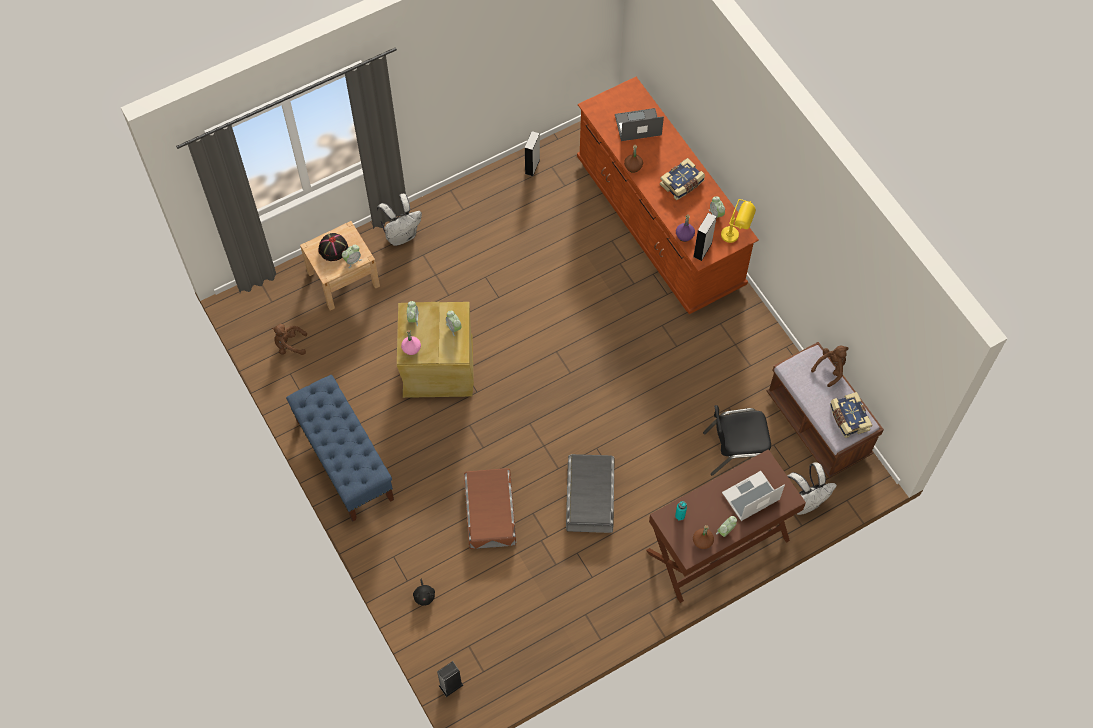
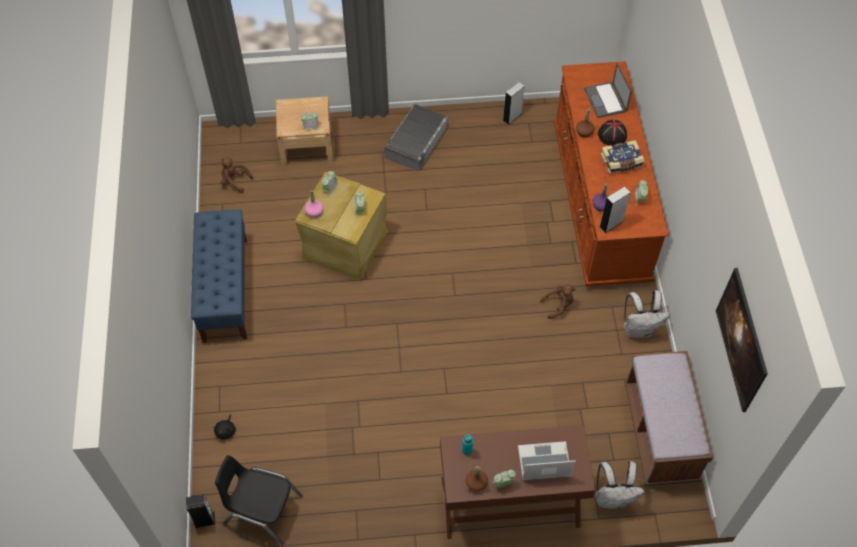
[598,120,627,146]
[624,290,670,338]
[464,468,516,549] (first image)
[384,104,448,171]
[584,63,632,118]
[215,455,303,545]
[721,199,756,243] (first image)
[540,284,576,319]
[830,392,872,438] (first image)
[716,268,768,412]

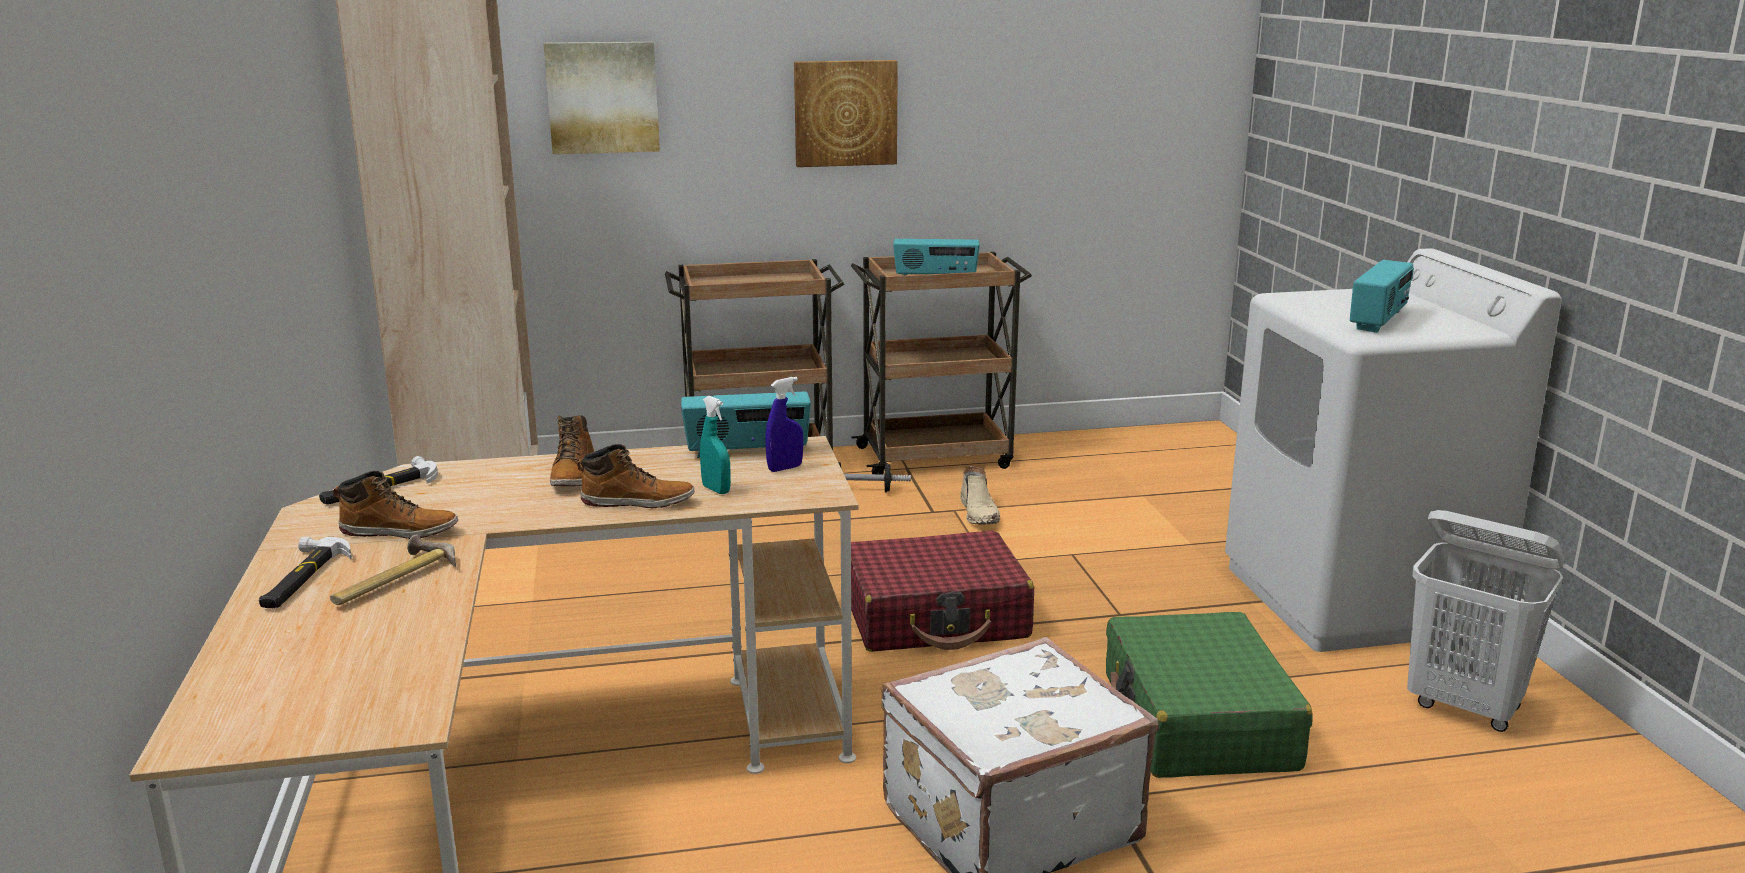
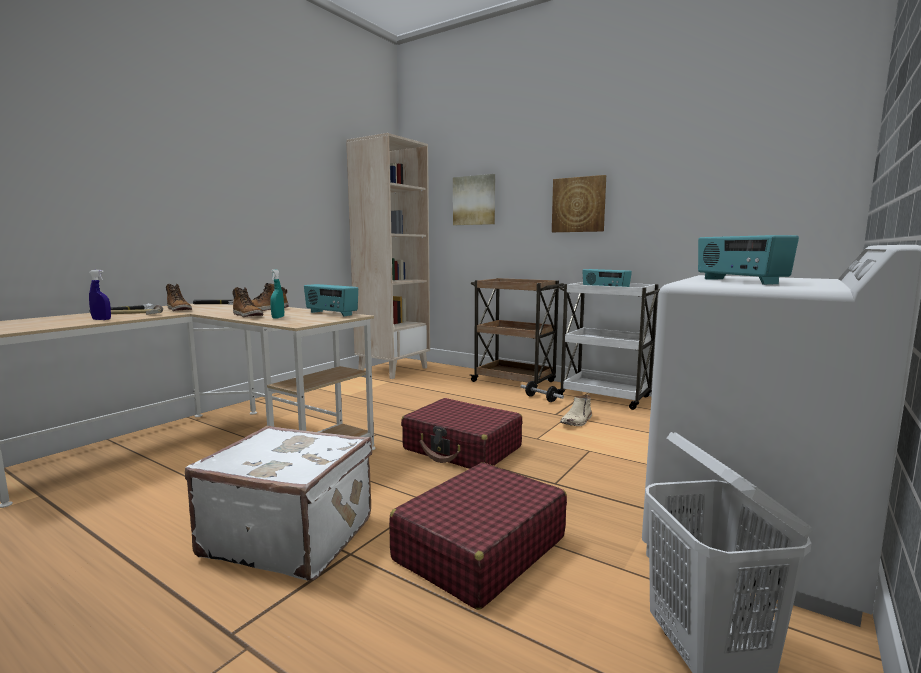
[89,270,111,320]
[557,281,660,410]
[389,462,567,610]
[698,235,799,285]

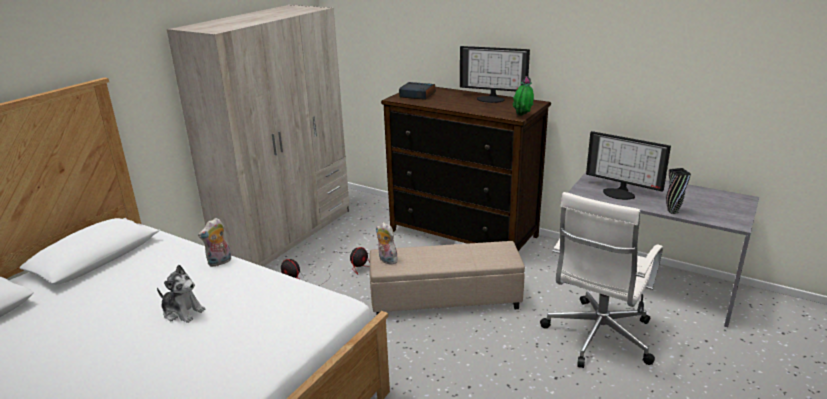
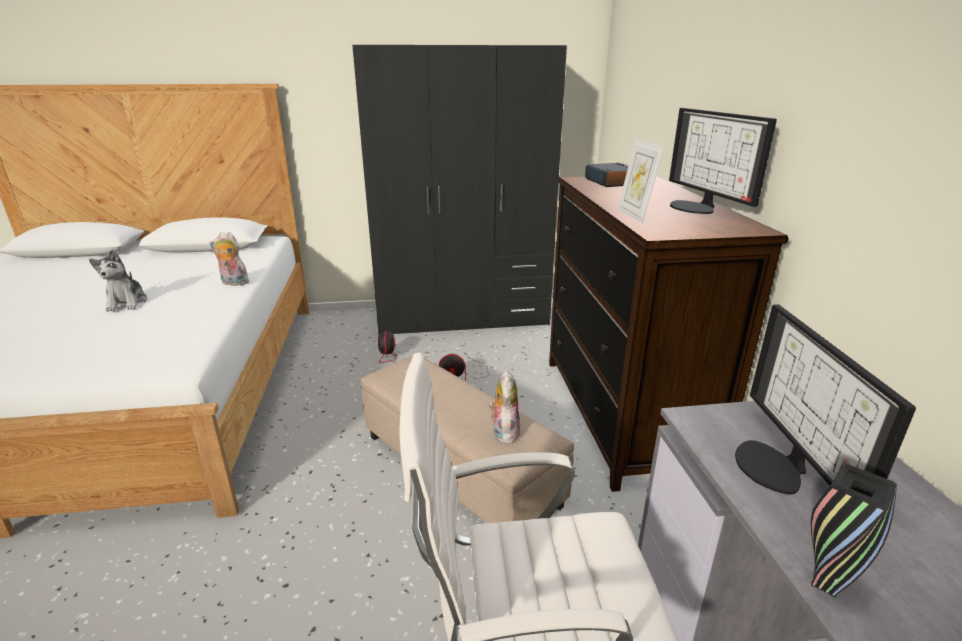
[352,45,567,334]
[489,371,520,444]
[513,76,534,116] (first image)
[617,139,665,224]

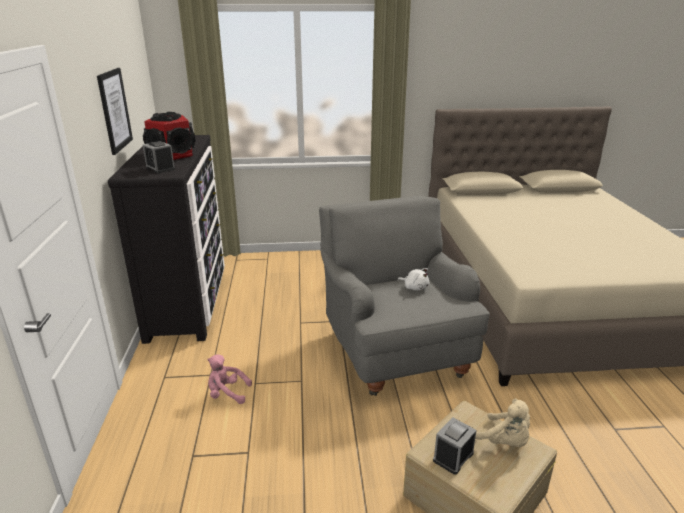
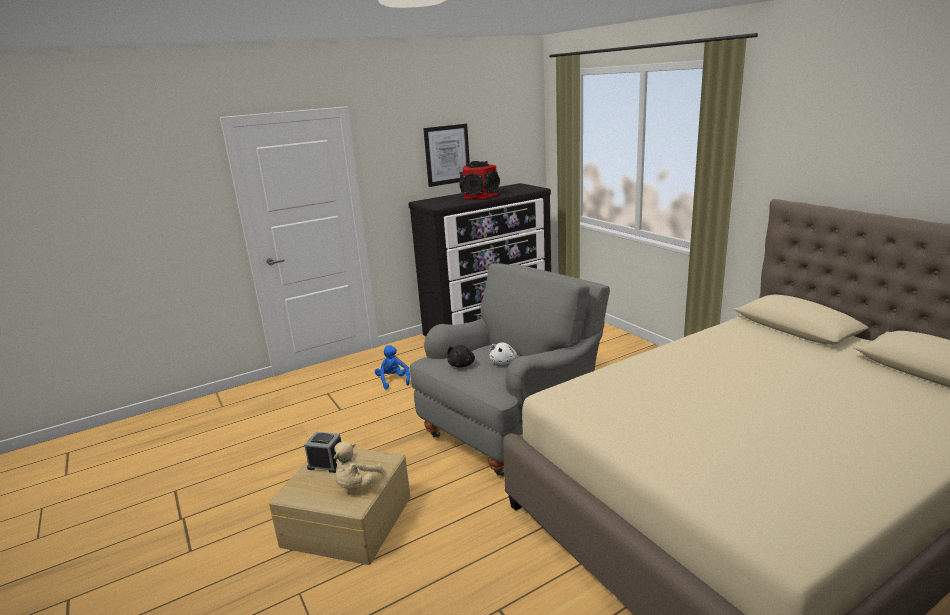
[143,141,175,173] (first image)
[375,345,410,389]
[447,345,475,368]

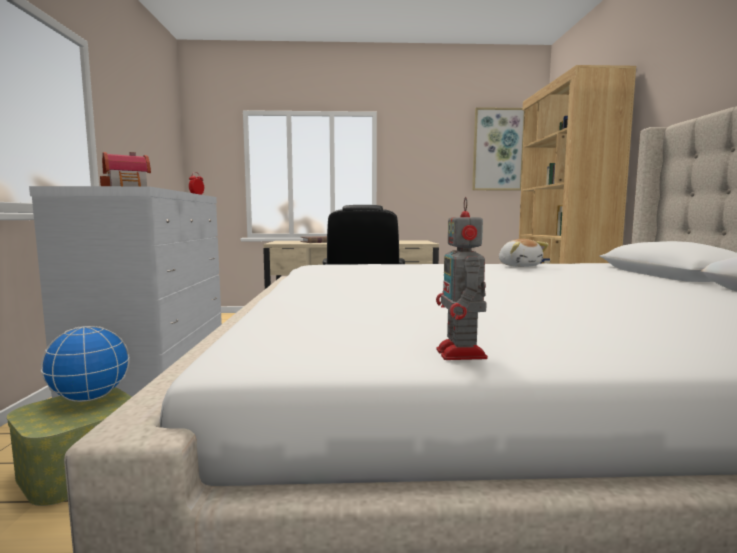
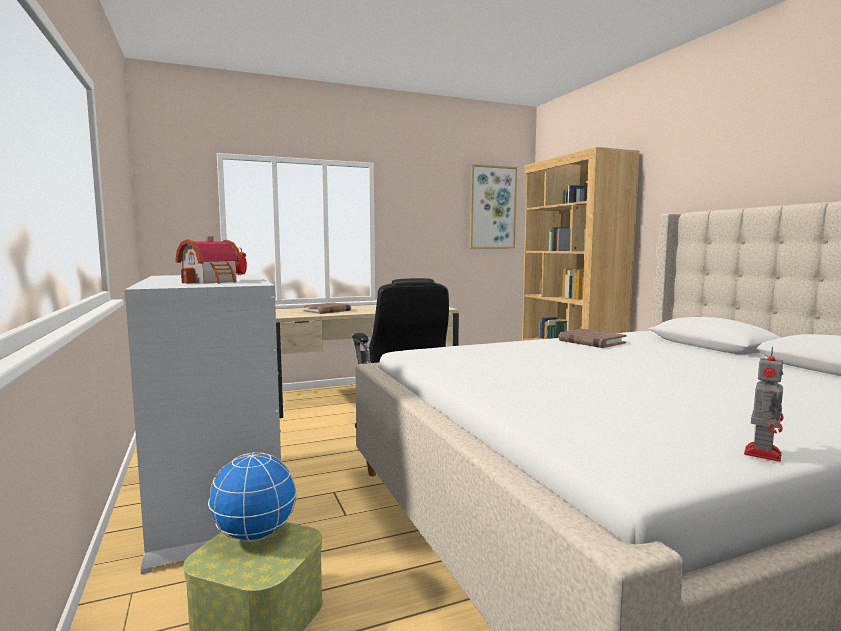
[744,346,784,462]
[559,329,627,348]

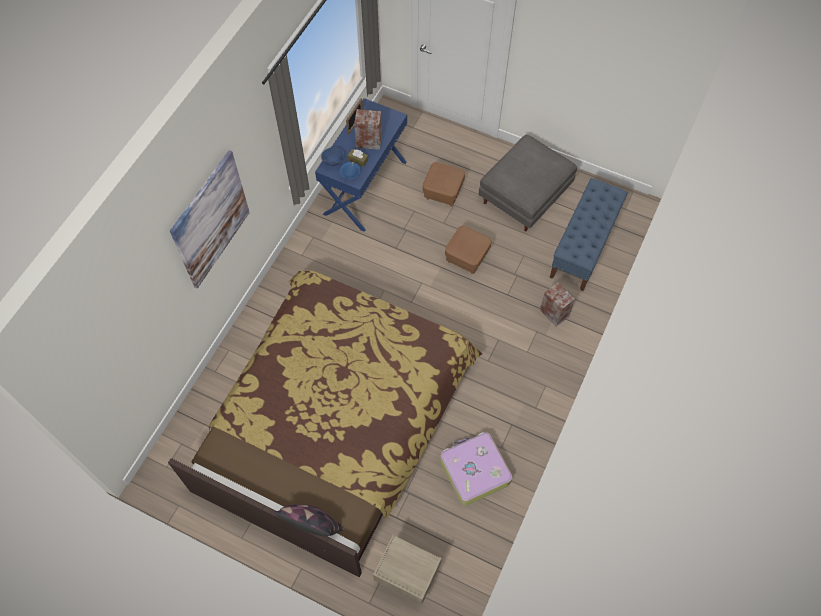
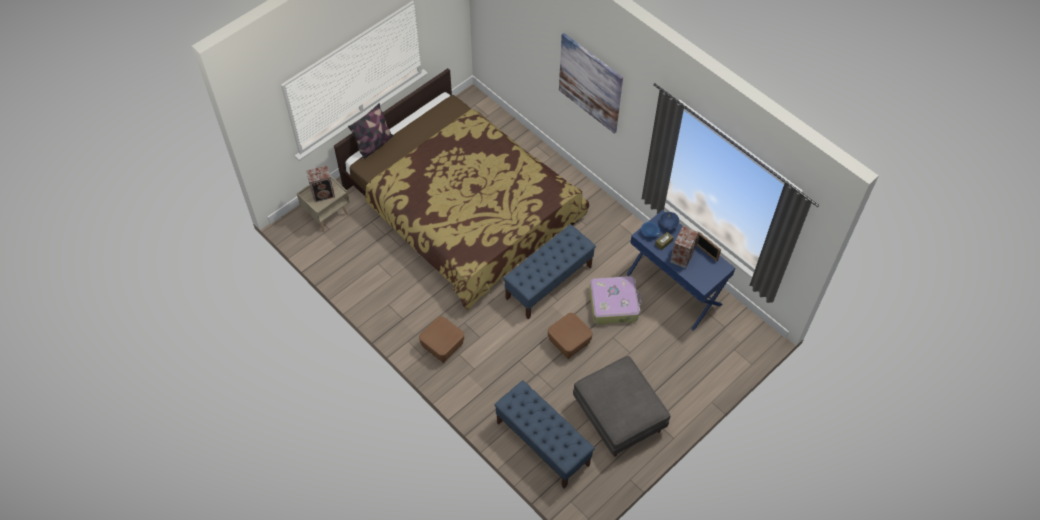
[419,316,464,363]
[589,276,641,324]
[306,165,335,202]
[503,224,596,319]

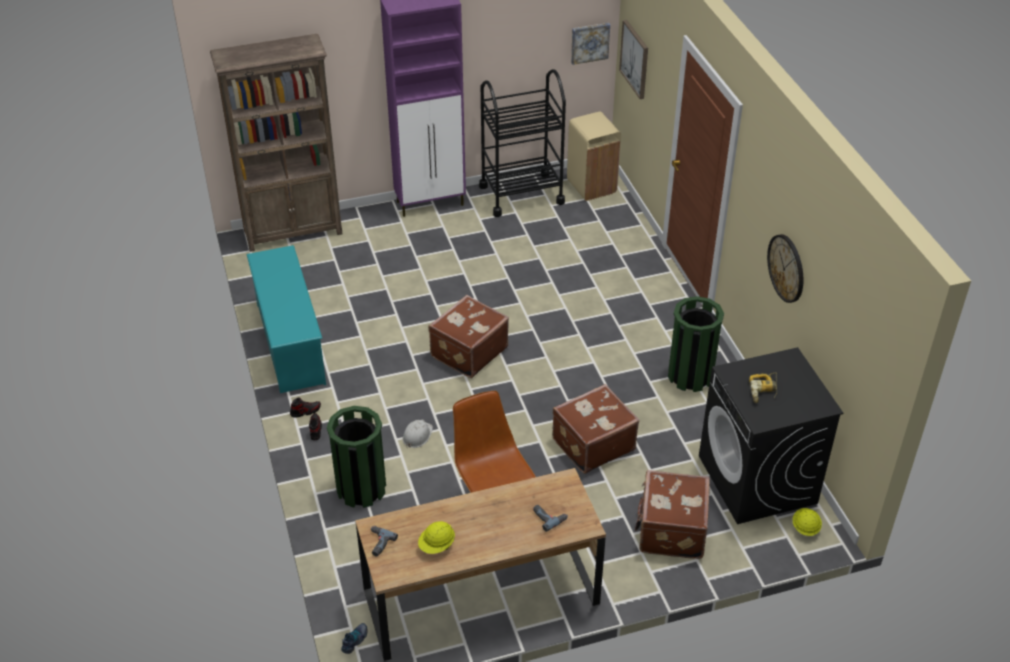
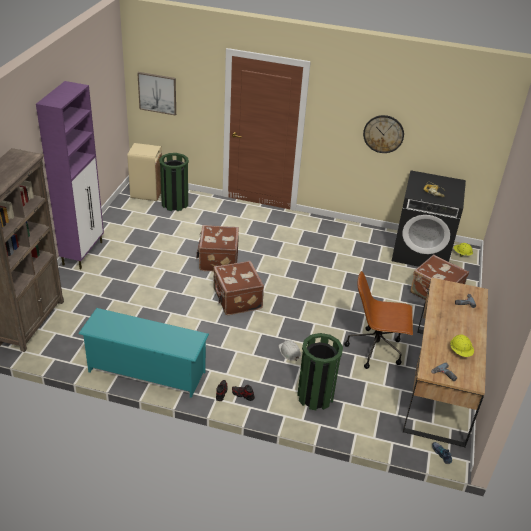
[479,69,566,217] (first image)
[196,225,239,271]
[571,23,610,65] (first image)
[159,153,189,211]

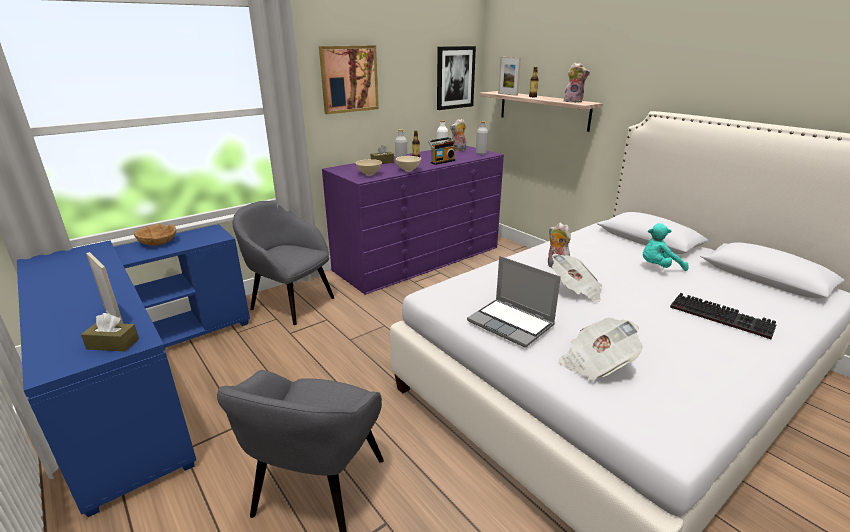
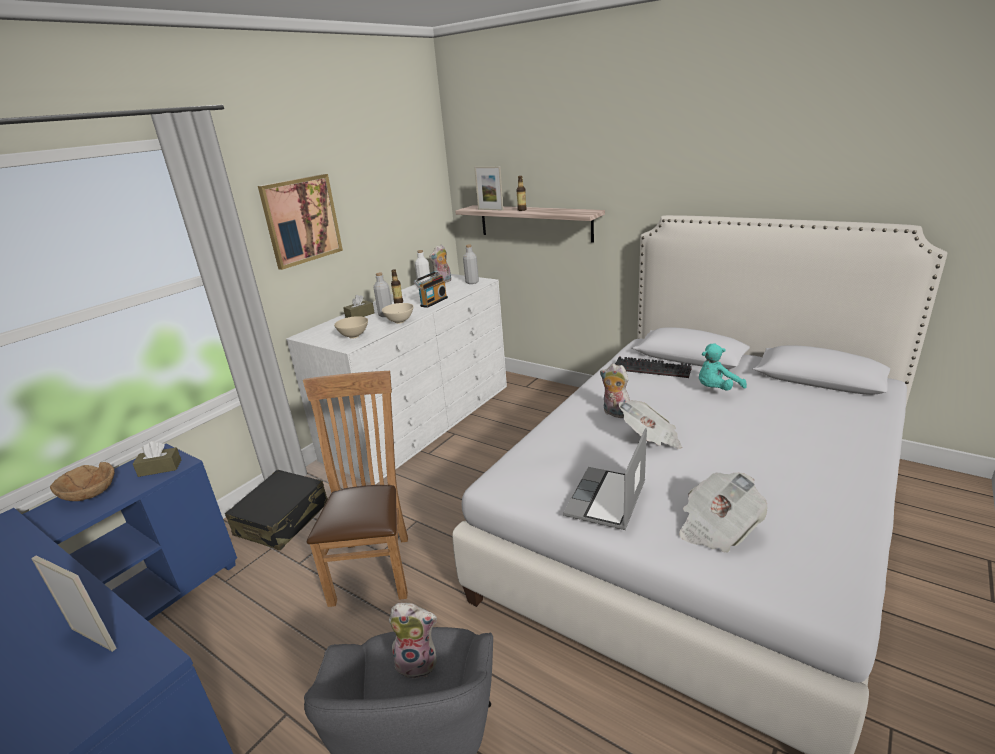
[133,441,181,477]
[225,470,328,550]
[286,274,507,485]
[437,46,476,110] (first image)
[563,428,647,530]
[389,603,437,679]
[615,356,692,378]
[303,371,408,607]

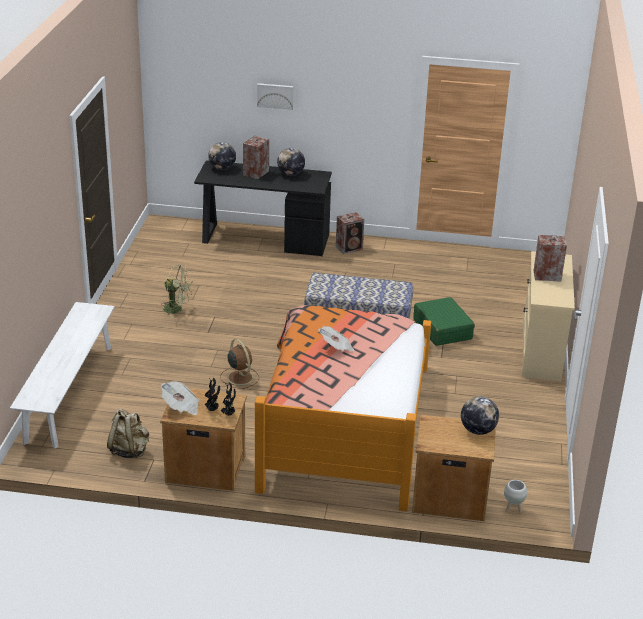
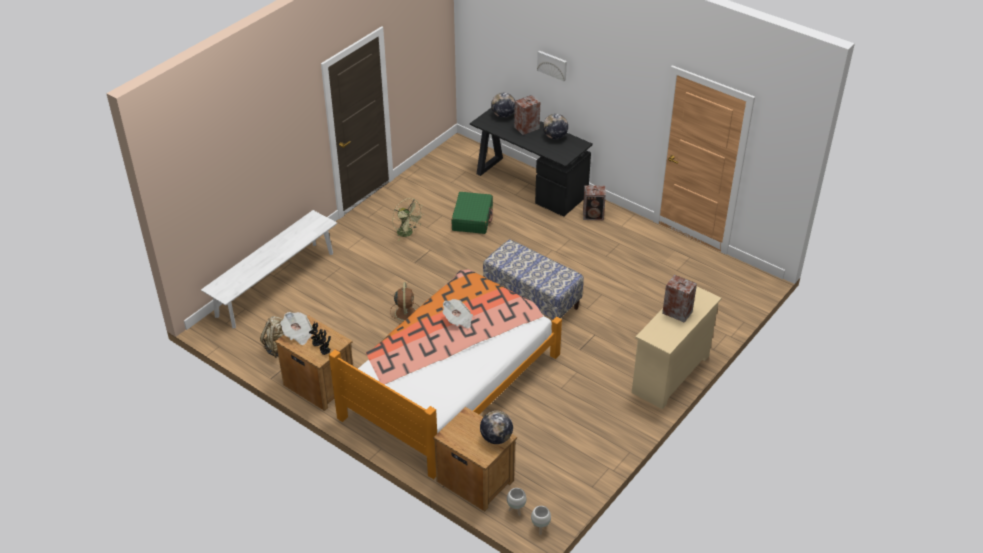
[451,192,493,234]
[531,506,551,535]

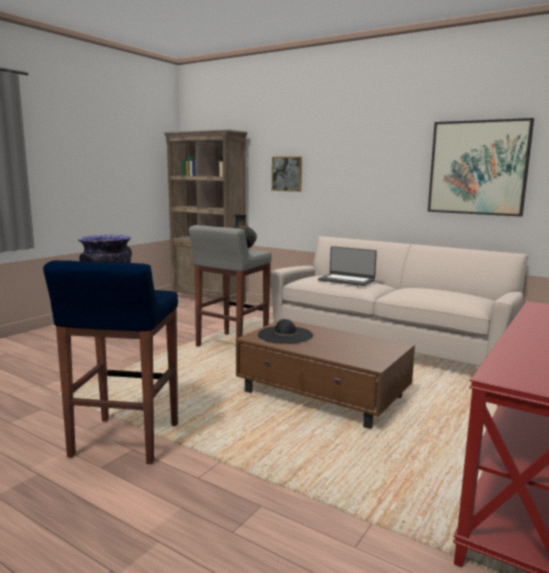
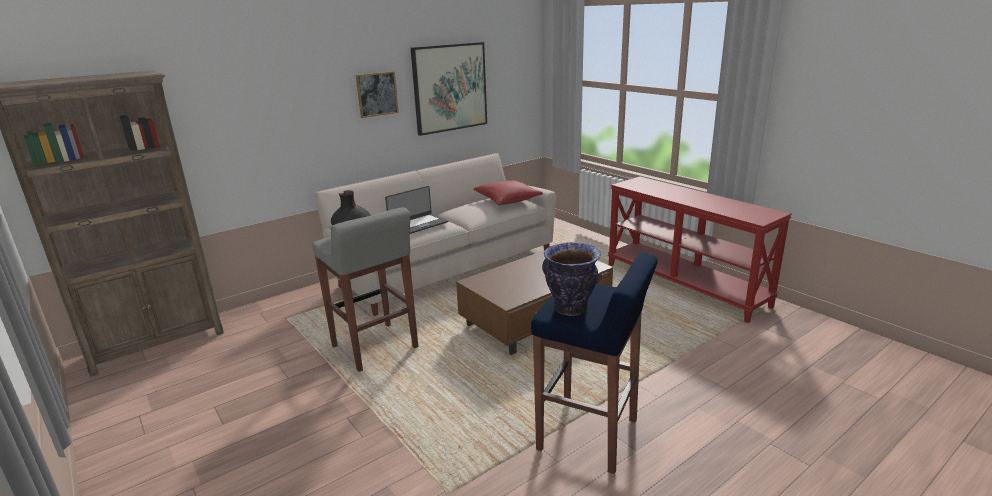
[258,319,313,344] (first image)
[356,71,399,118]
[473,181,543,205]

